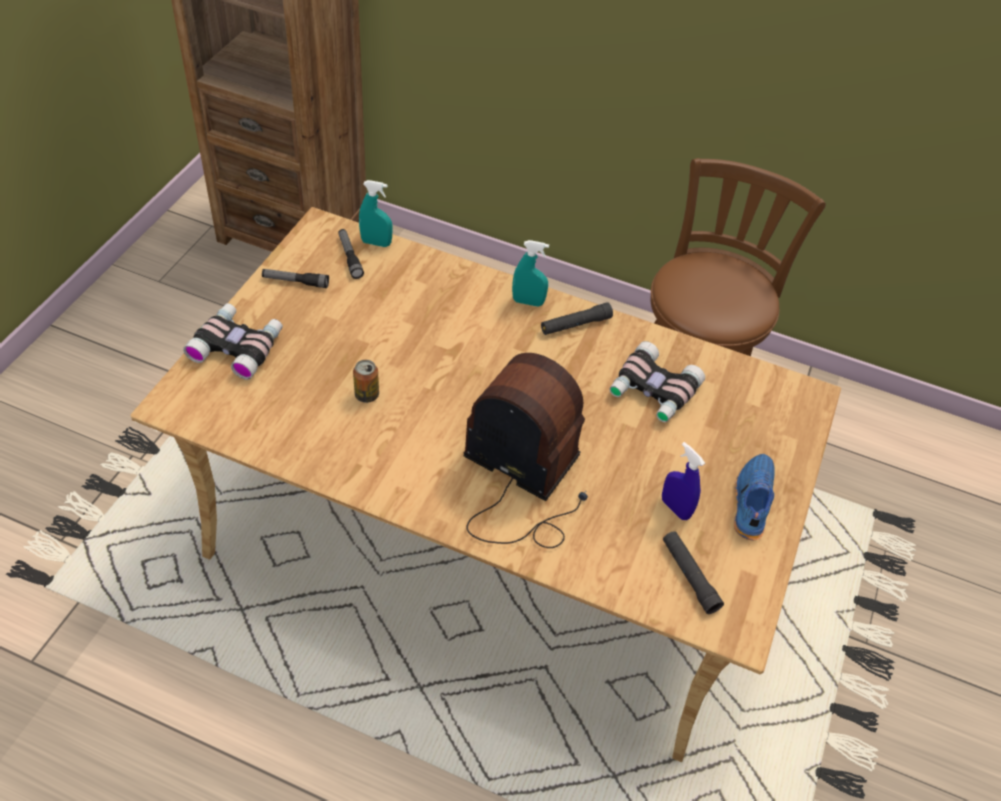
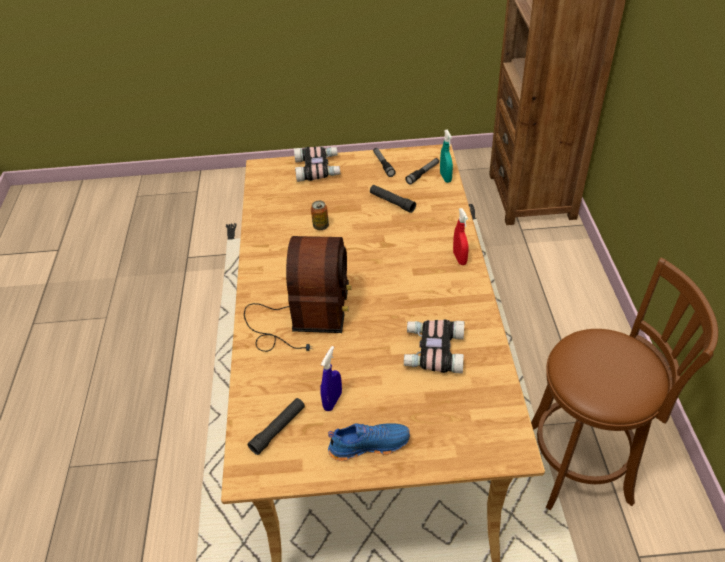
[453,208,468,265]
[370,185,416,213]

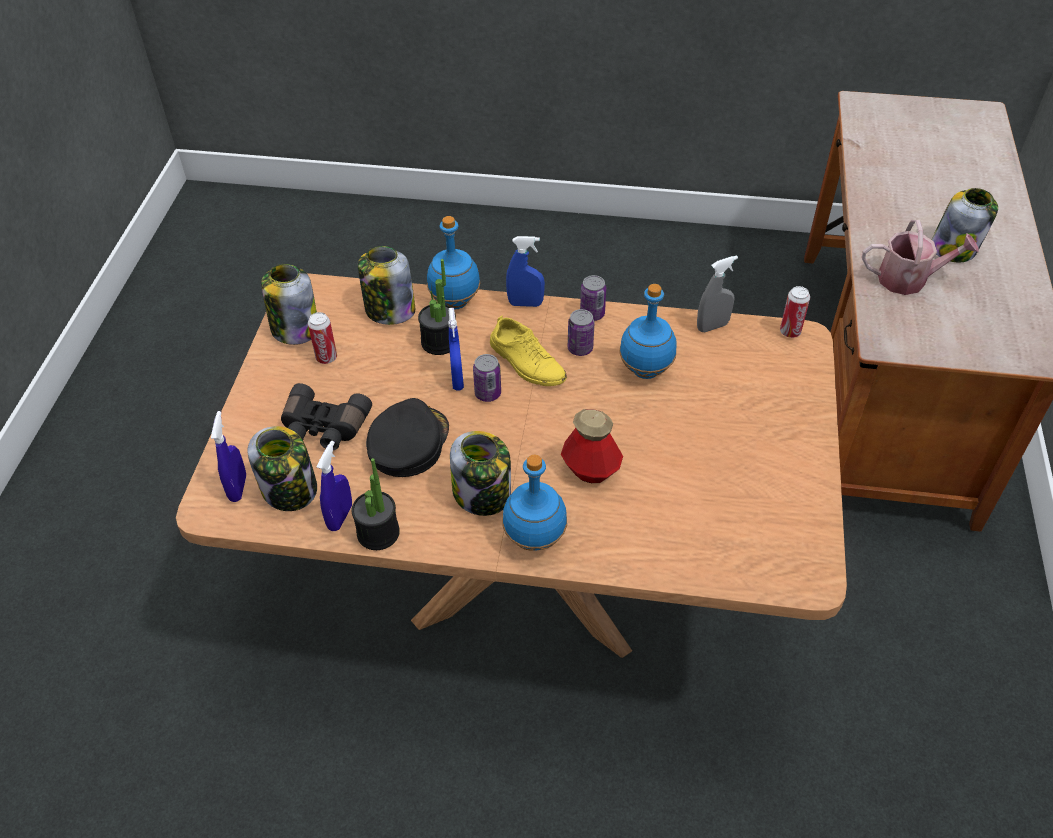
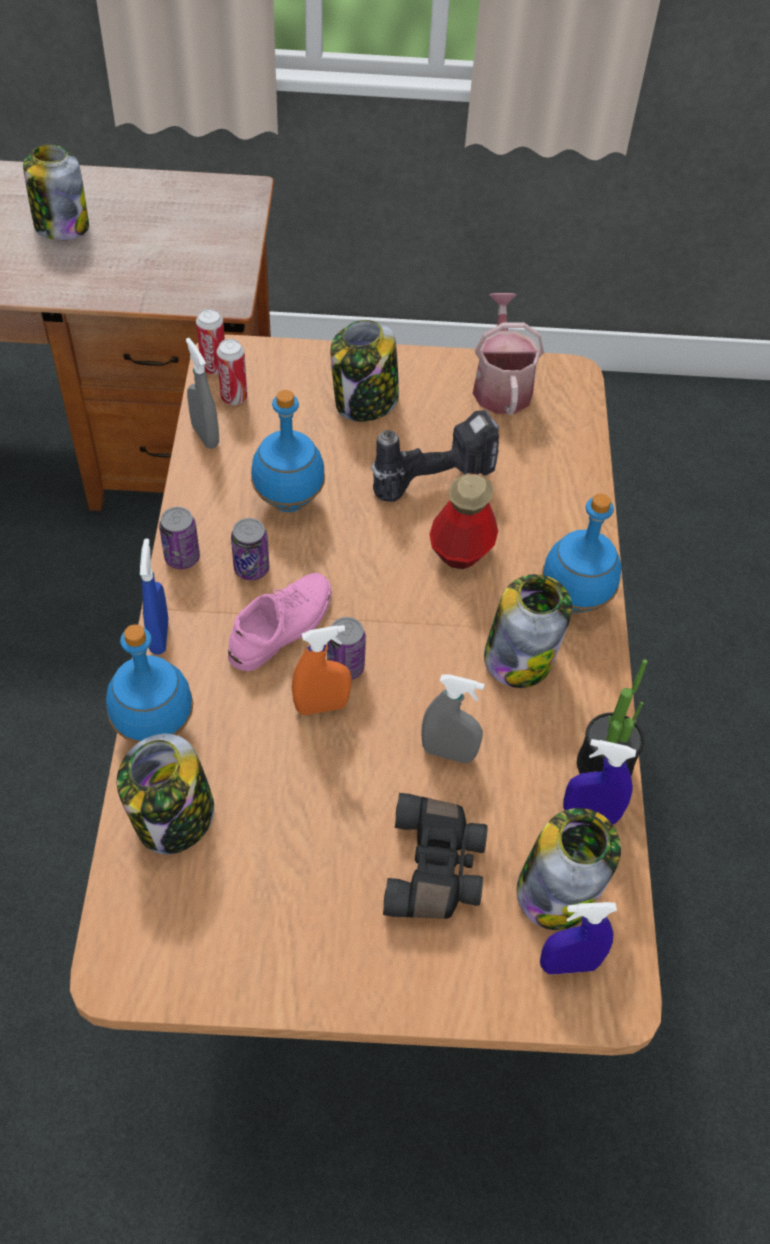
[331,320,399,422]
[217,339,247,405]
[421,675,485,763]
[418,259,456,355] (first image)
[292,625,352,715]
[228,573,331,671]
[473,293,544,415]
[372,410,499,502]

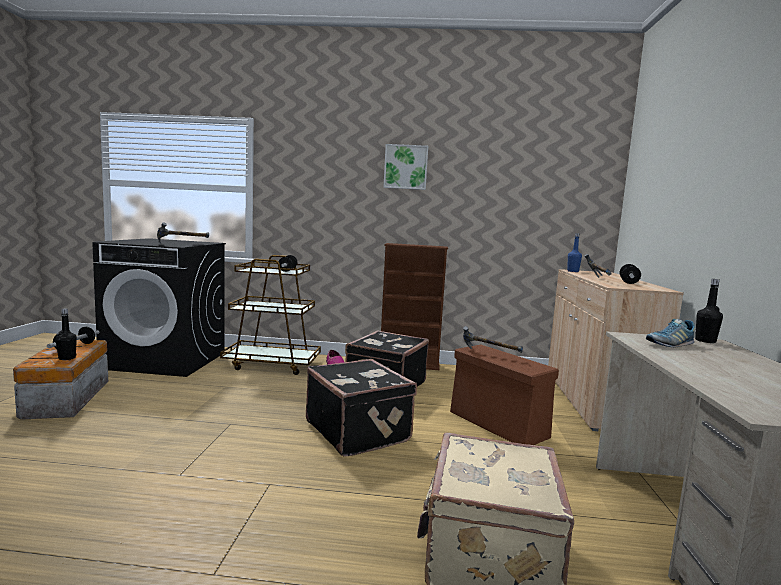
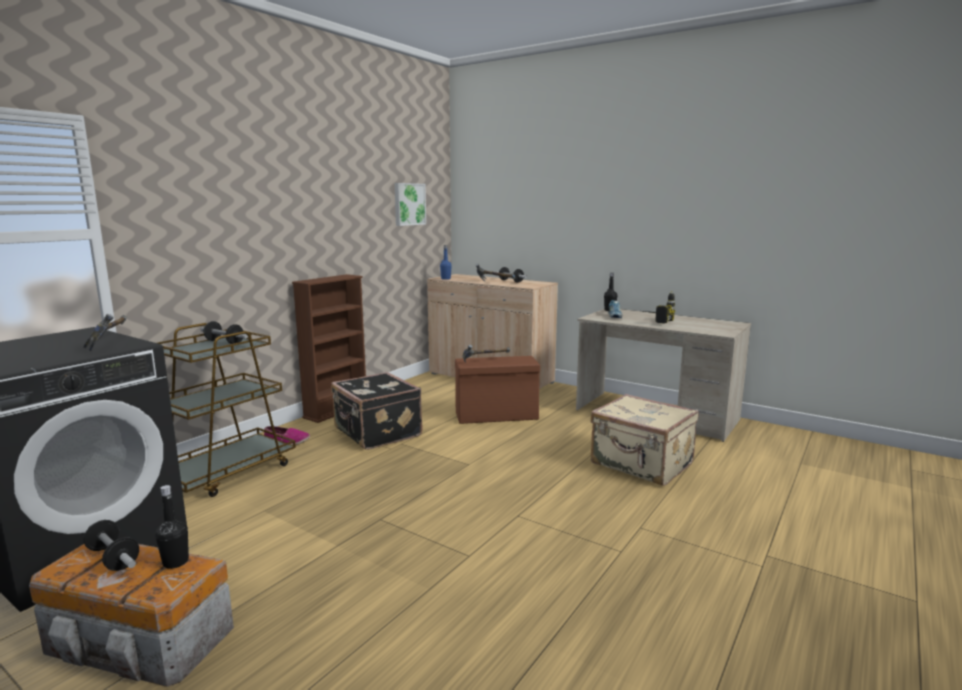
[306,359,417,457] (first image)
[395,183,426,226]
[644,291,675,324]

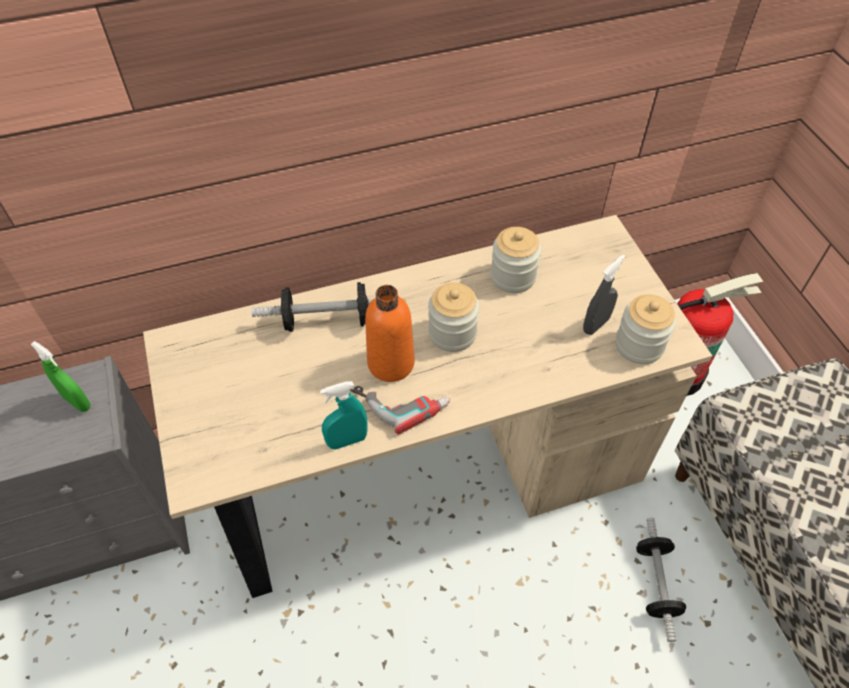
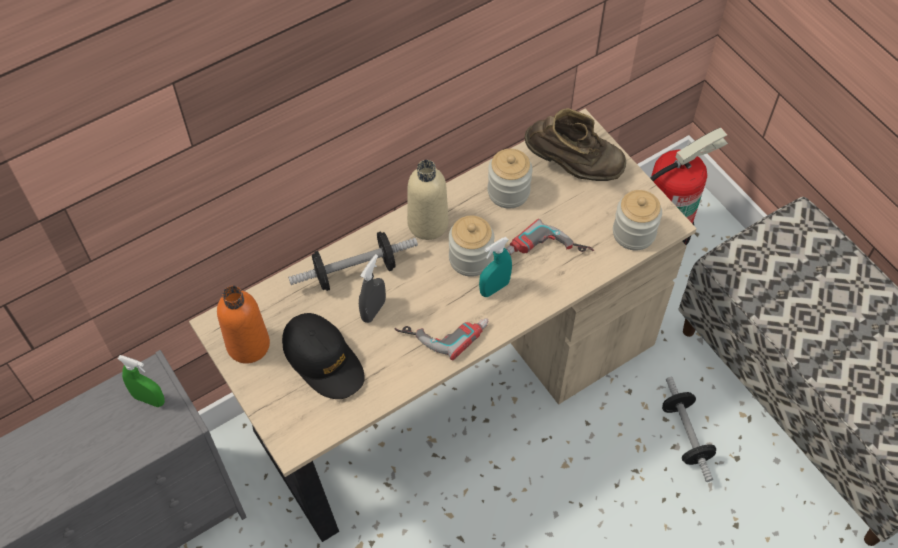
[479,237,512,297]
[217,286,270,364]
[359,254,386,323]
[282,313,365,399]
[407,160,448,240]
[506,219,594,255]
[524,108,626,181]

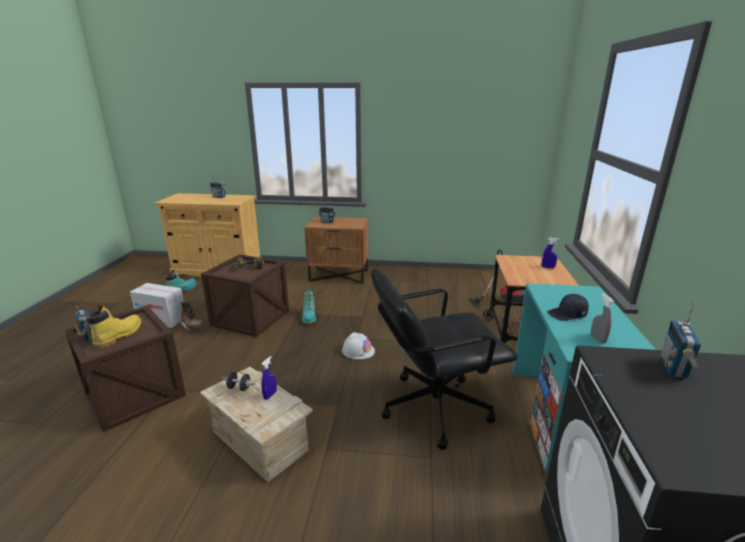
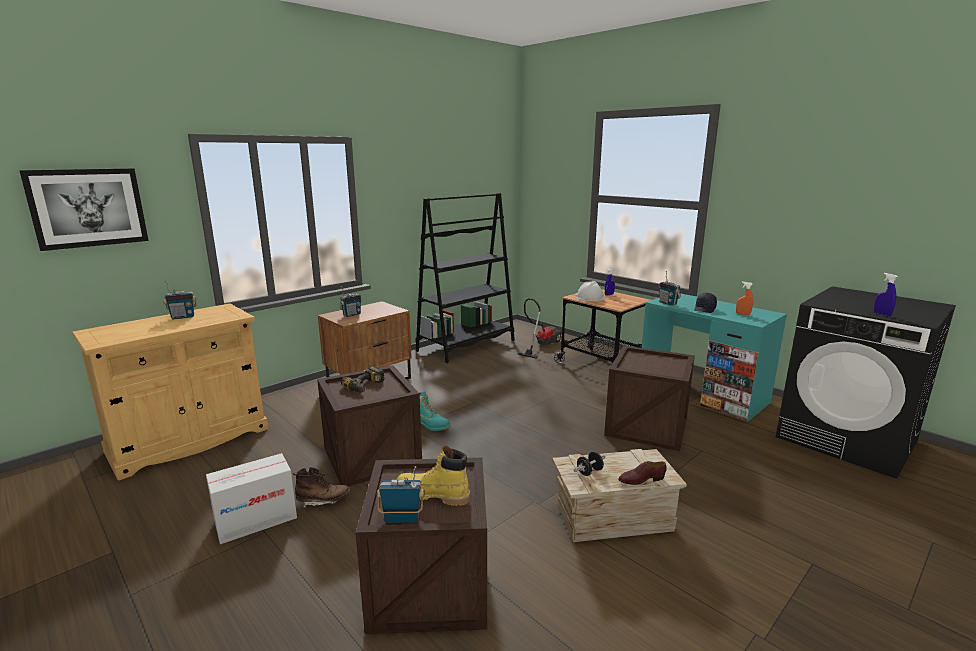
[396,445,470,506]
[165,270,197,291] (first image)
[874,273,898,316]
[576,281,606,301]
[604,346,695,451]
[736,282,753,315]
[659,271,681,306]
[19,168,149,251]
[415,193,515,363]
[618,461,667,485]

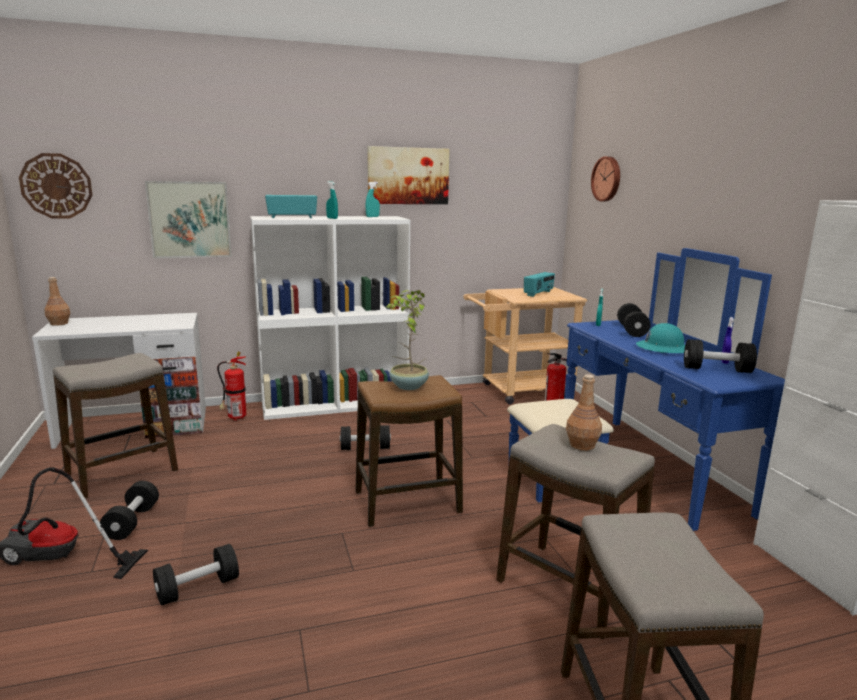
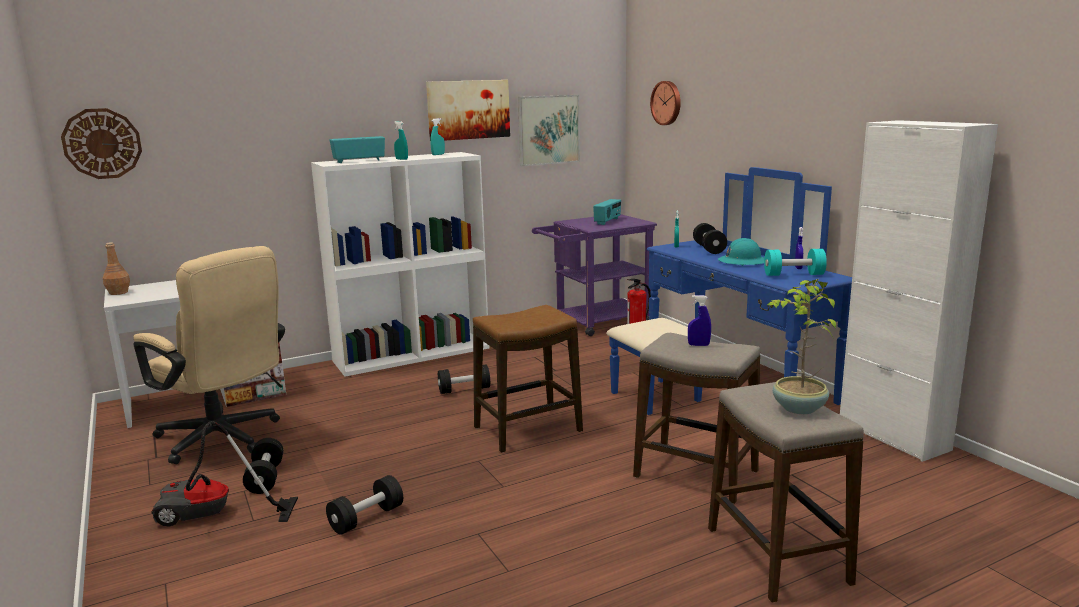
[133,246,285,464]
[518,95,580,166]
[217,351,246,421] (first image)
[767,279,836,414]
[532,214,657,336]
[688,295,711,346]
[764,249,827,276]

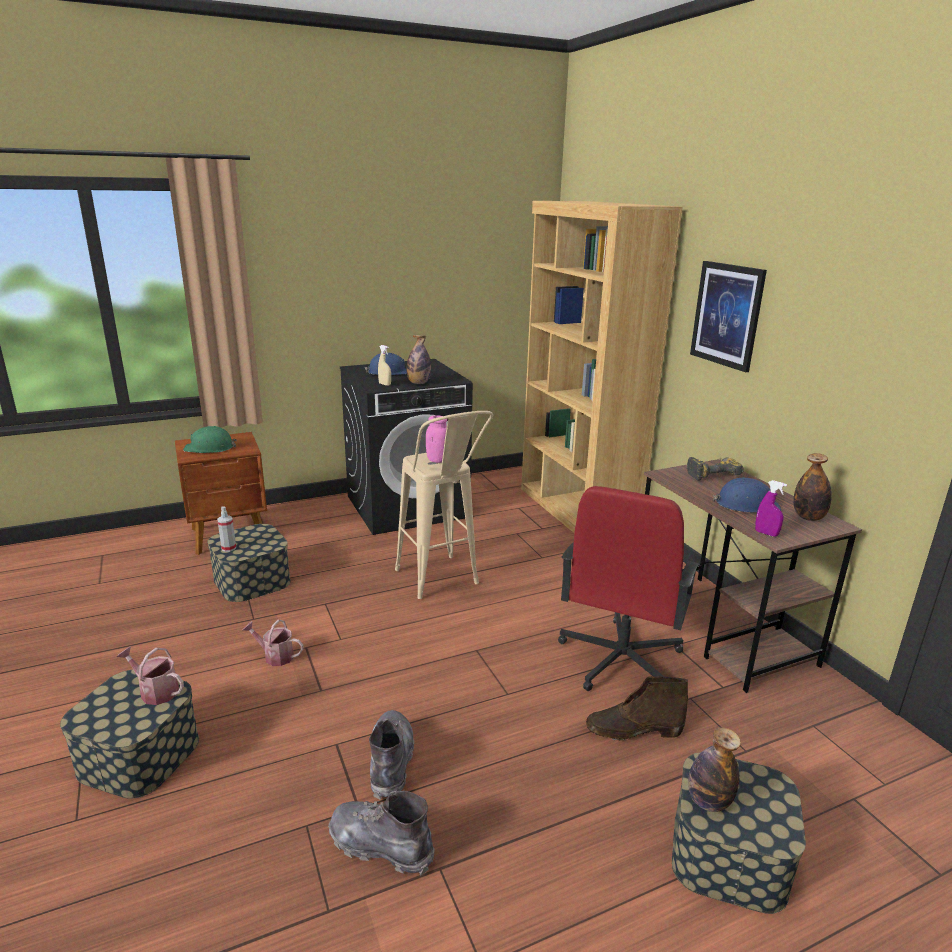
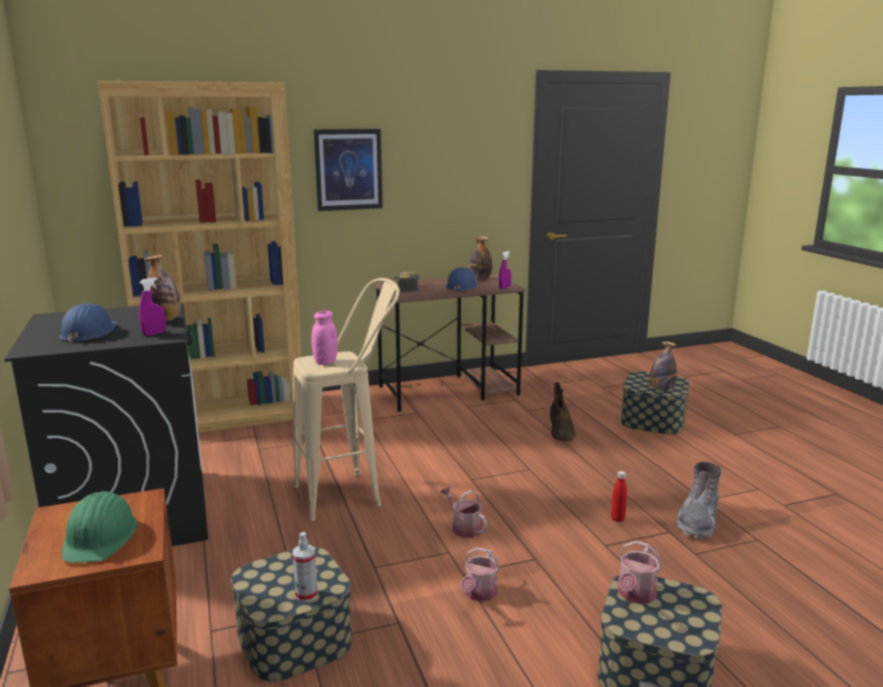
[611,471,627,522]
[139,277,166,336]
[558,486,700,691] (first image)
[440,486,487,538]

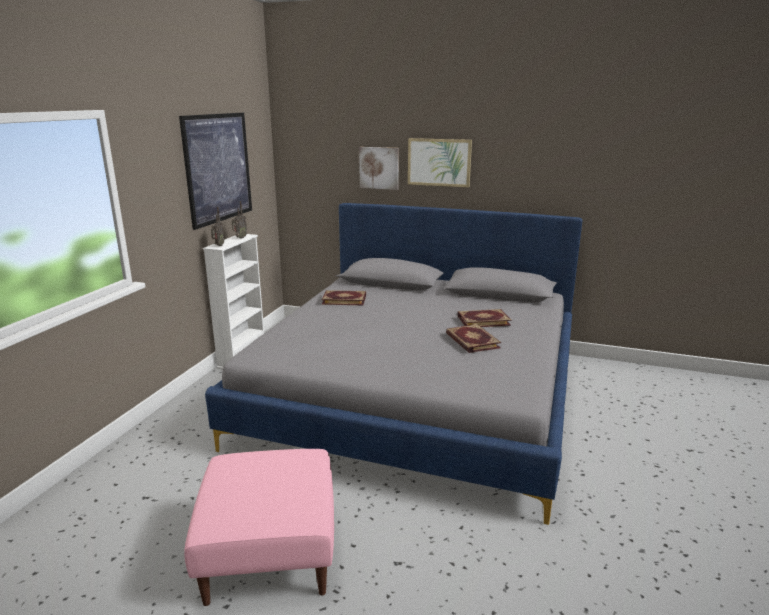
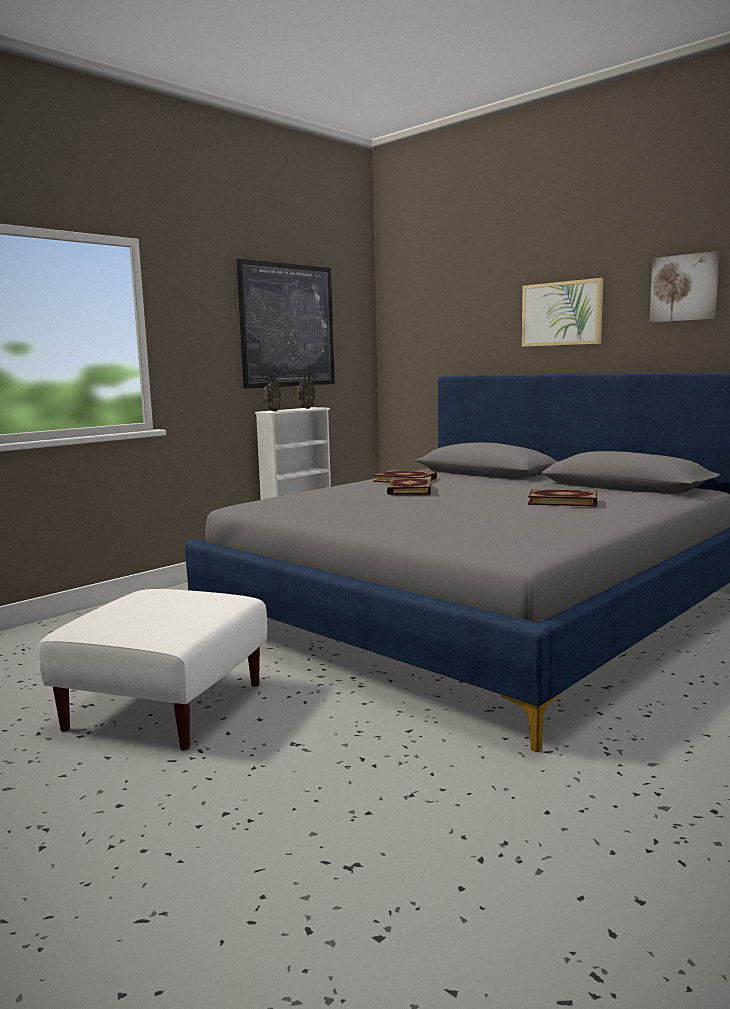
[38,589,267,750]
[650,251,720,323]
[387,477,431,495]

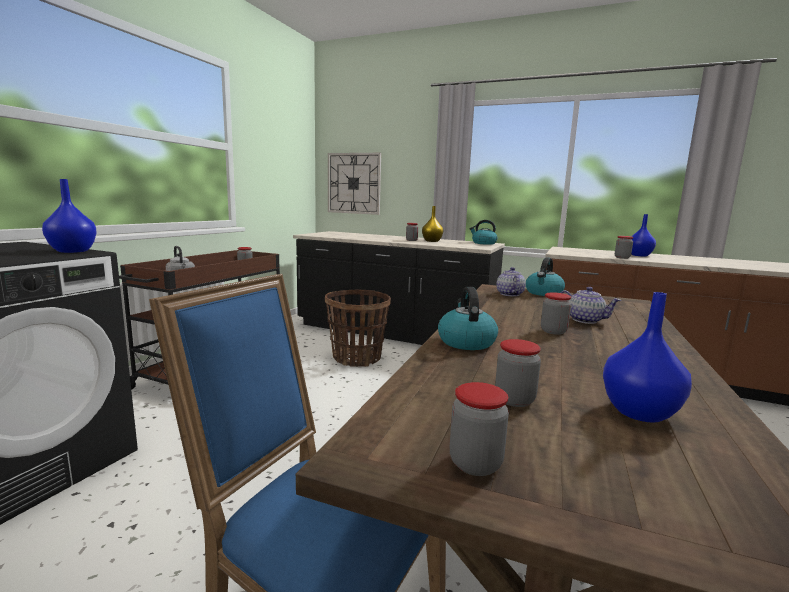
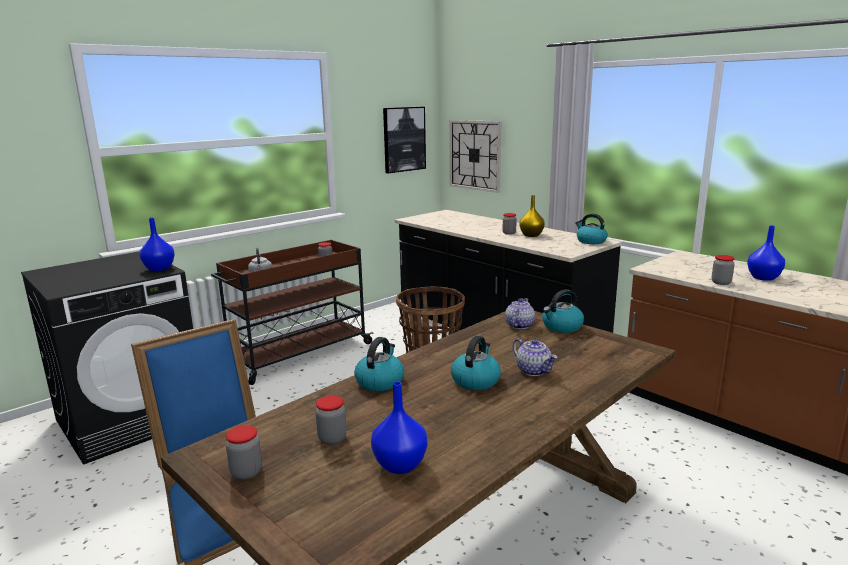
[451,336,501,390]
[383,107,426,173]

